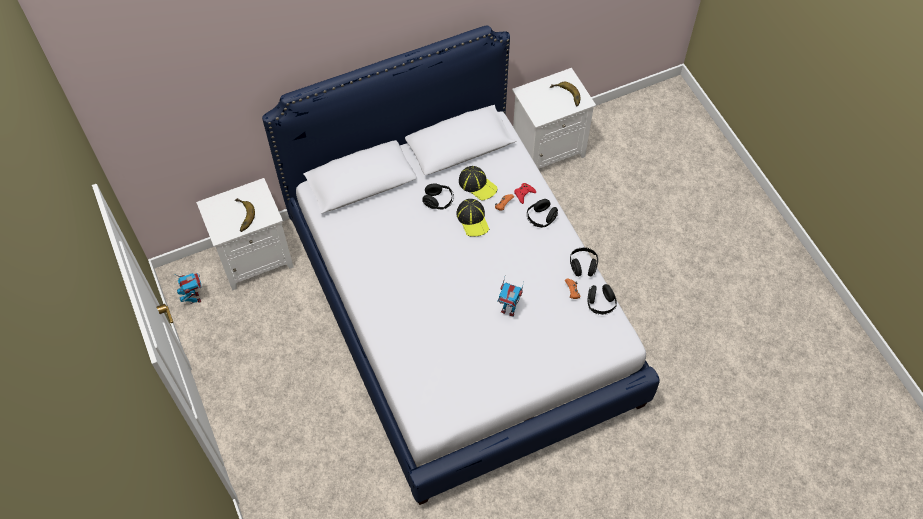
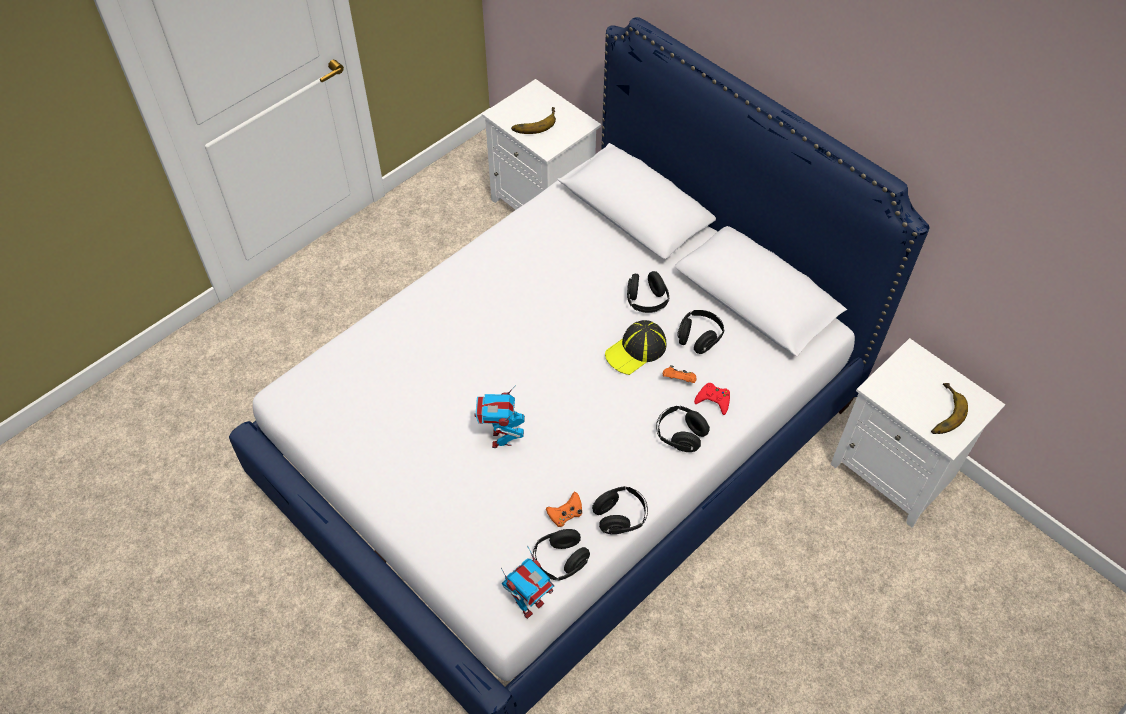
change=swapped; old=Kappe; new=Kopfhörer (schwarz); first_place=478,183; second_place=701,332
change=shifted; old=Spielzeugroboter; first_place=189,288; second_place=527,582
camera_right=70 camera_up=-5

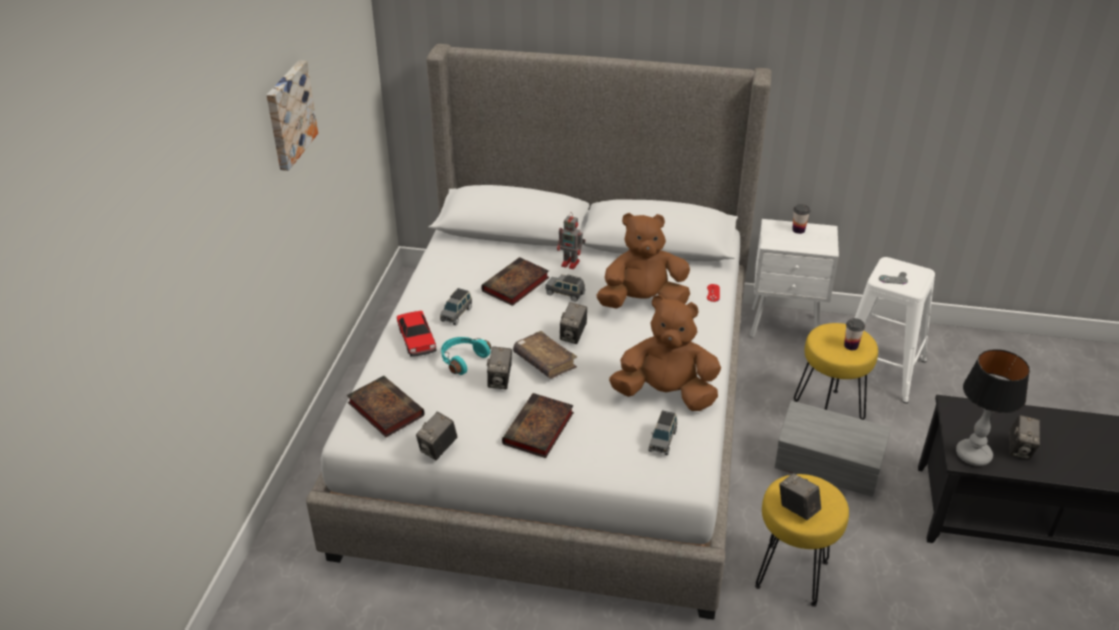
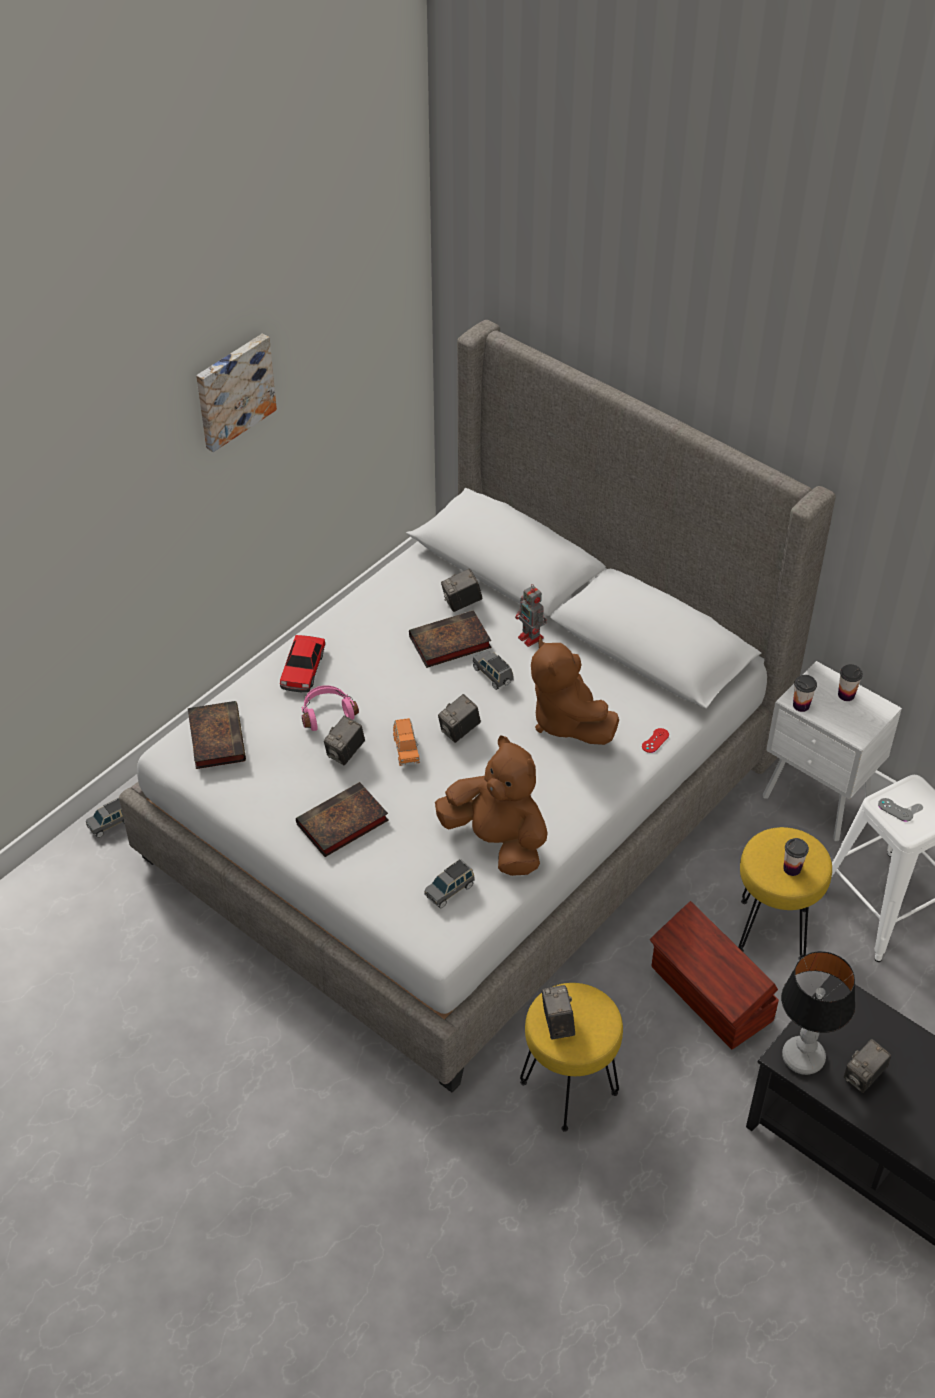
change=rotated; old=Plüschtier (braun); first_place=643,261; second_place=575,690; degrees=-135
change=shifted; old=Spielzeugauto (grau); first_place=456,306; second_place=105,818
change=swapped; old=Buch (braun); new=Spielzeugauto (orange); first_place=545,355; second_place=406,742
change=repainted; old=Kopfhörer (türkis); new=Kopfhörer (rosa); first_place=466,356; second_place=330,708
change=repainted; old=Aufbewahrungsbox (grau); new=Aufbewahrungsbox (braun); first_place=833,449; second_place=714,975
change=shifted; old=Kamera; first_place=436,435; second_place=461,590
change=new; new=Tasse; second_place=805,693
camera_right=30 camera_up=10

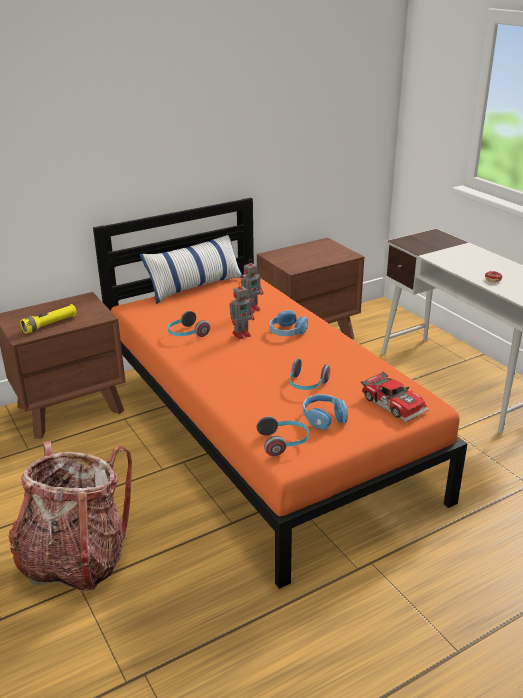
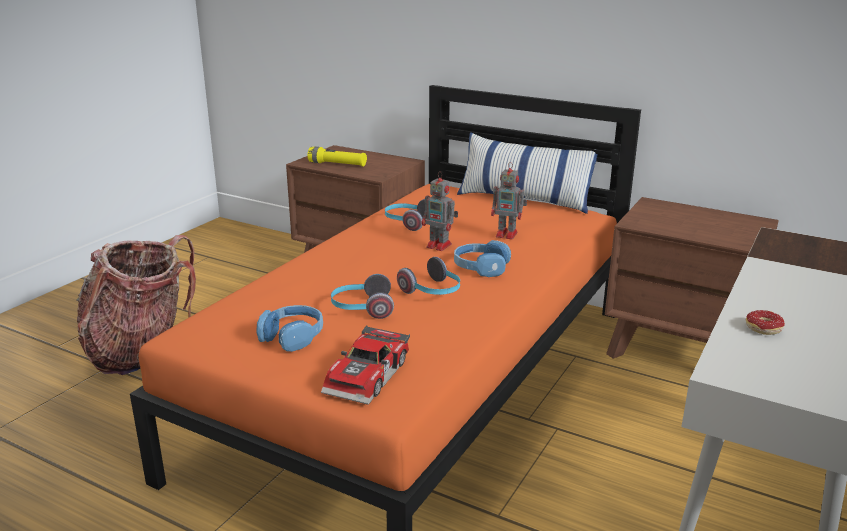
change=shifted; old=Kopfhörer; first_place=283,436; second_place=428,276
camera_right=60 camera_up=-5

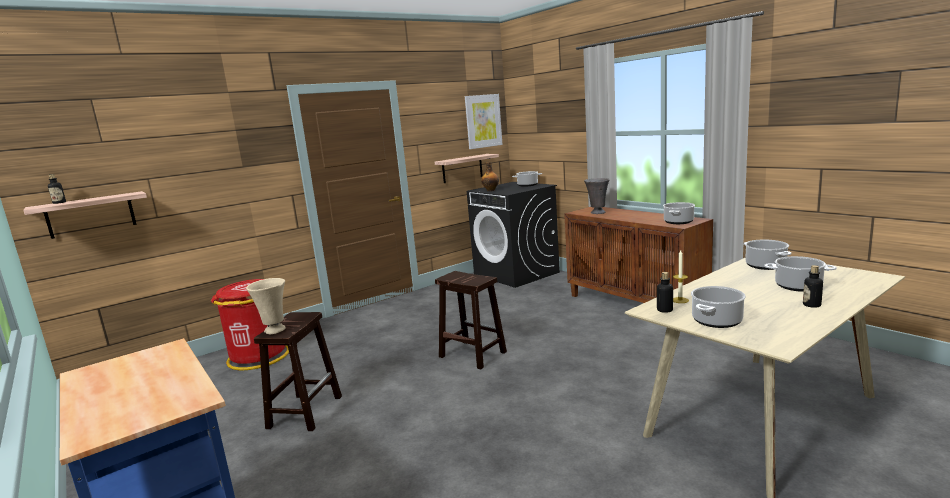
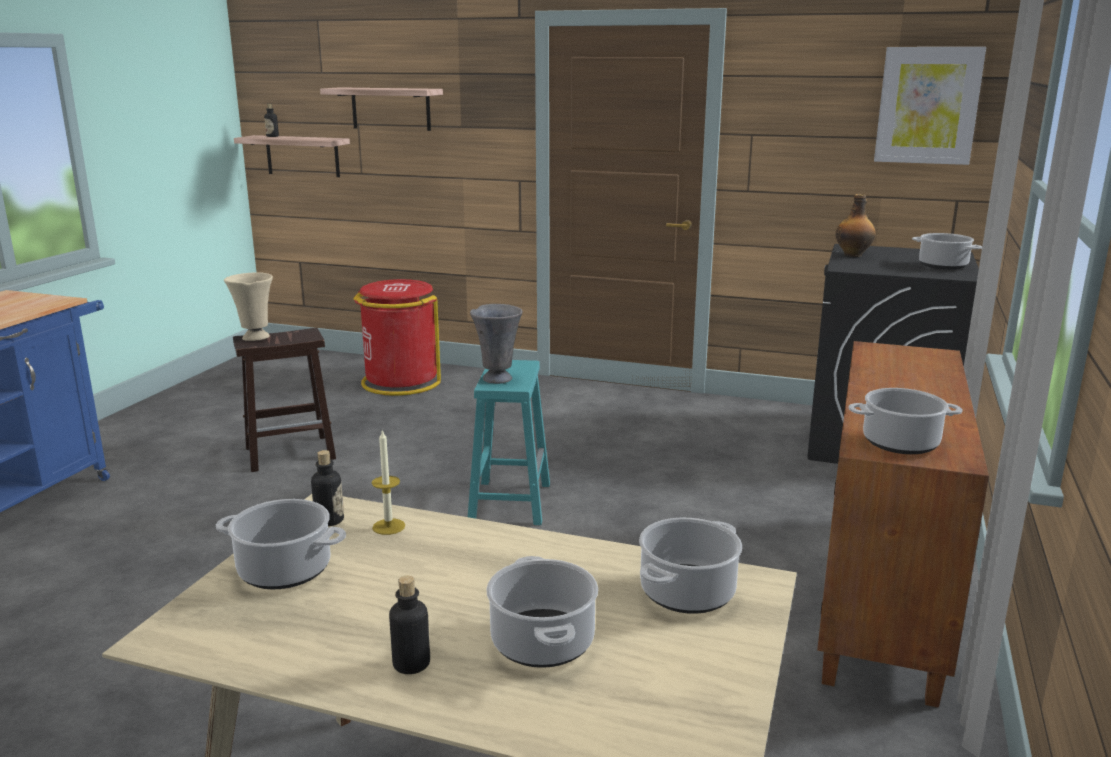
change=shifted; old=Wandregal; first_place=467,168; second_place=381,109
change=shifted; old=Vase (grau); first_place=597,196; second_place=496,344
change=repainted; old=Hocker (braun); new=Hocker (türkis); first_place=471,320; second_place=509,442
camera_right=55 camera_up=5

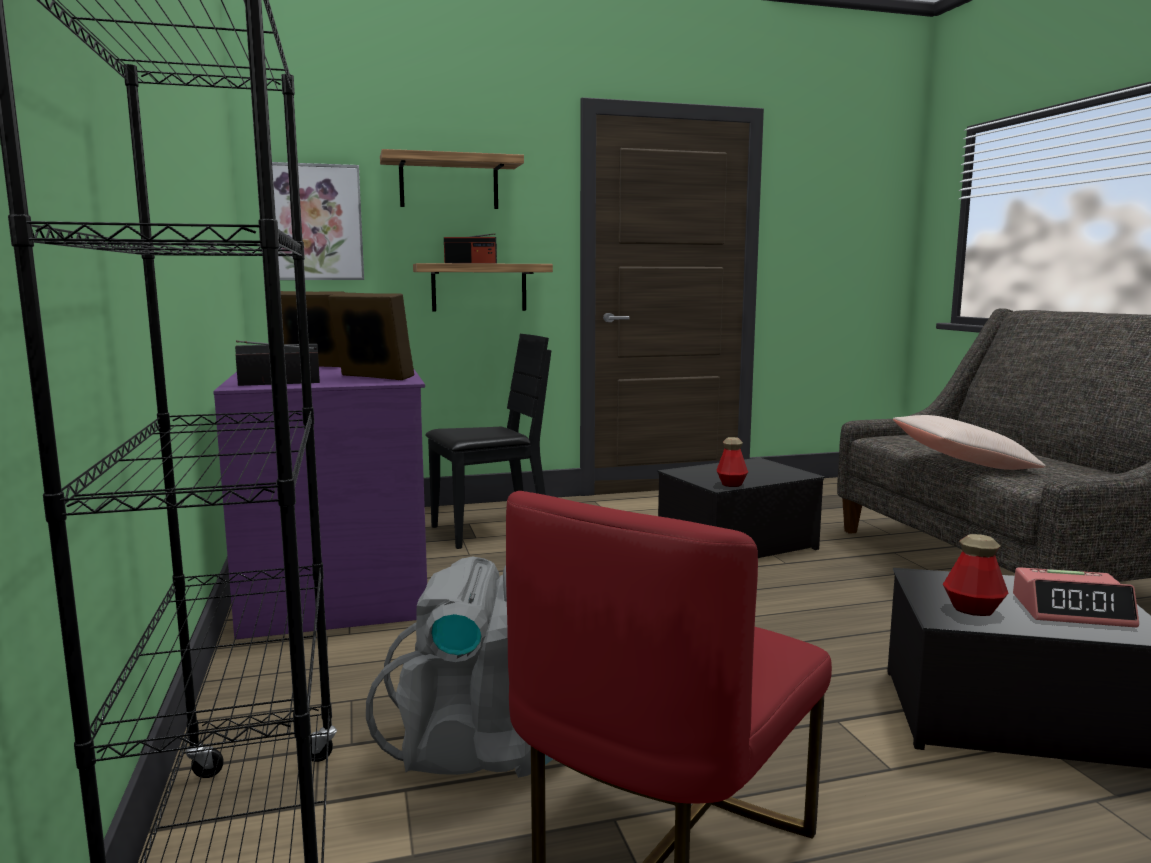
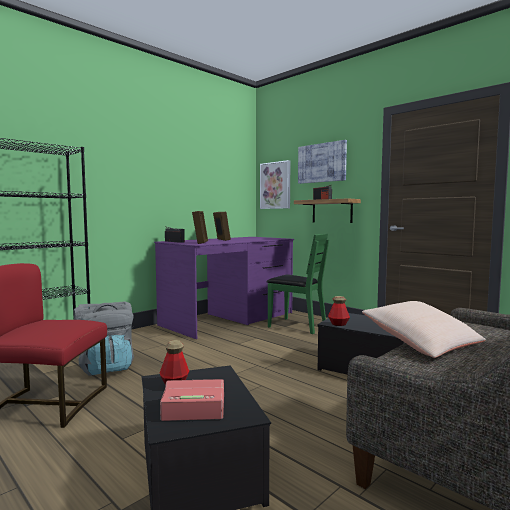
change=swapped; old=Wandregal; new=Bild; first_place=452,179; second_place=322,162
change=repainted; old=Stuhl (schwarz); new=Stuhl (grün); first_place=488,441; second_place=298,284
change=rotated; old=Wecker; first_place=1076,597; second_place=192,400; degrees=105
camera_right=60 camera_up=-5

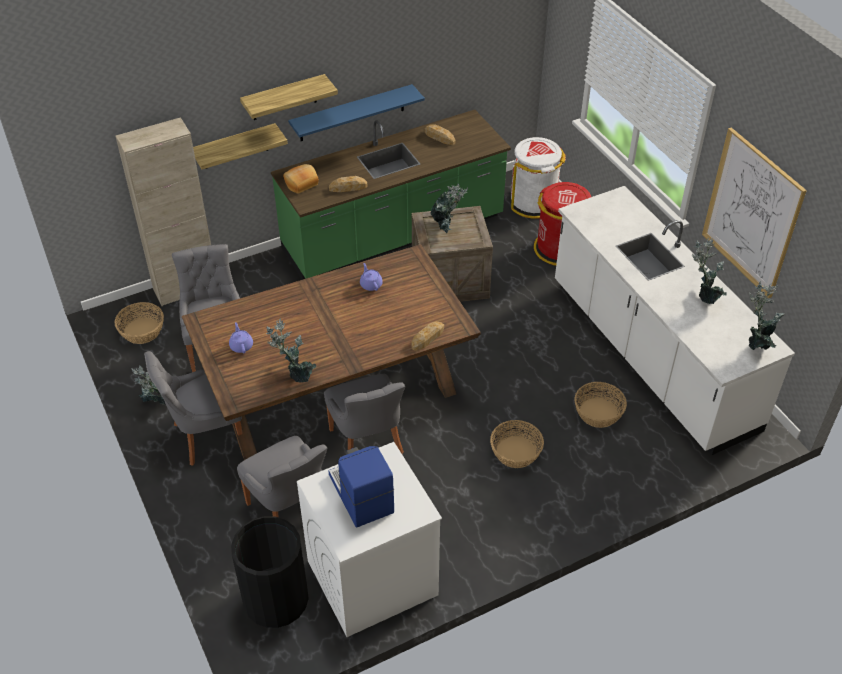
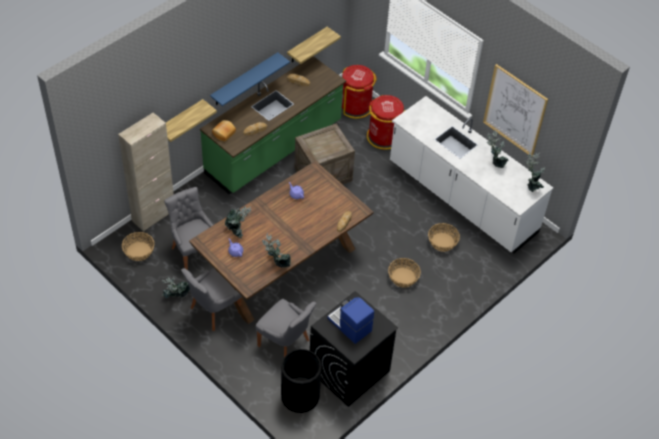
change=shifted; old=Wandregal; first_place=289,97; second_place=314,45
change=repainted; old=Mülleimer (weiß); new=Mülleimer (rot); first_place=538,178; second_place=359,92
change=shifted; old=Topfpflanze; first_place=449,209; second_place=238,222
change=gone; old=Stuhl (grau); first_place=364,414
change=repainted; old=Waschmaschine (weiß); new=Waschmaschine (schwarz); first_place=369,539; second_place=354,349
camera_right=-20 camera_up=5

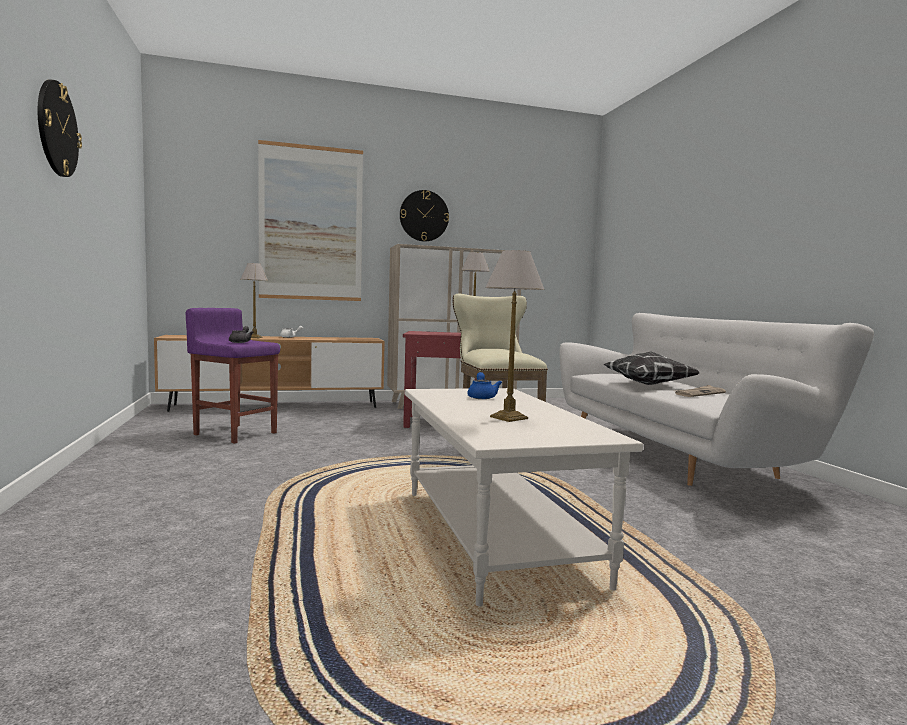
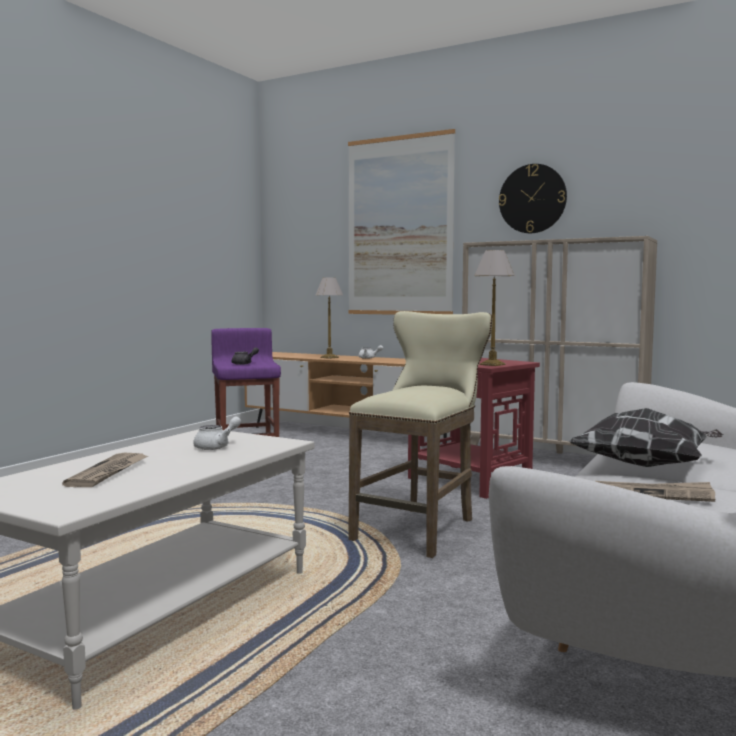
change=gone; old=Wanduhr; first_place=60,128
change=swapped; old=Tischlampe; new=Zeitung; first_place=514,336; second_place=105,470
change=repainted; old=Teekanne (blau); new=Teekanne (weiß); first_place=484,385; second_place=217,433
camera_right=45 camera_up=0

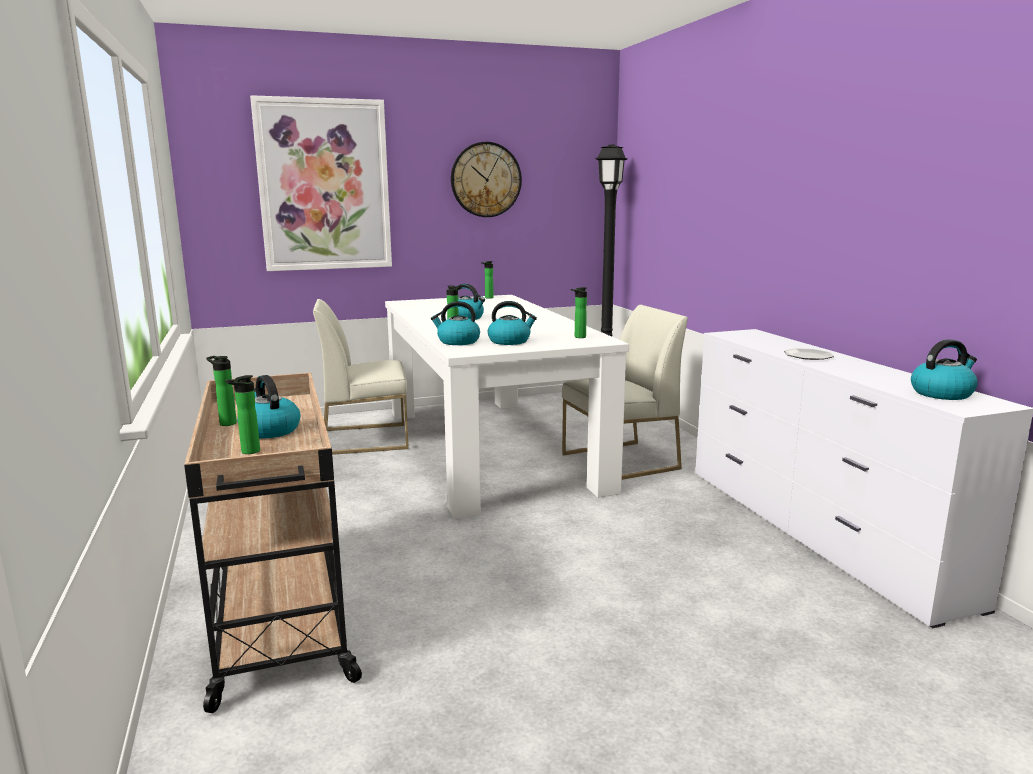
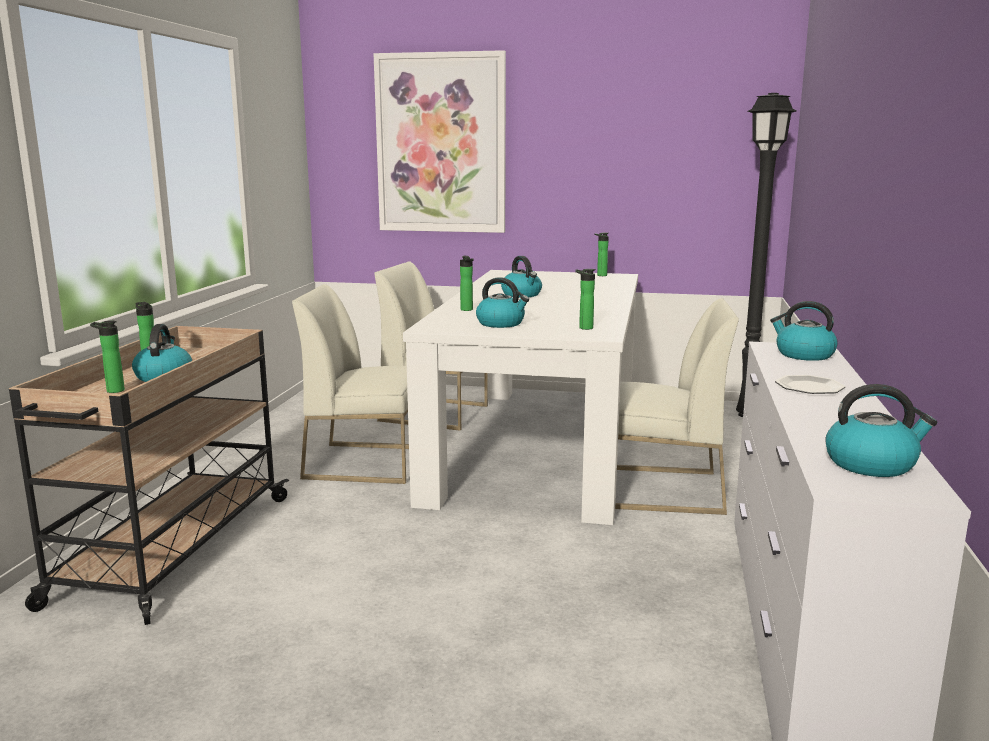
change=gone; old=Wanduhr; first_place=486,179
change=shifted; old=Wasserkessel; first_place=455,323; second_place=804,331
change=new; new=Stuhl (weiß); second_place=350,384
camera_right=30 camera_up=0

